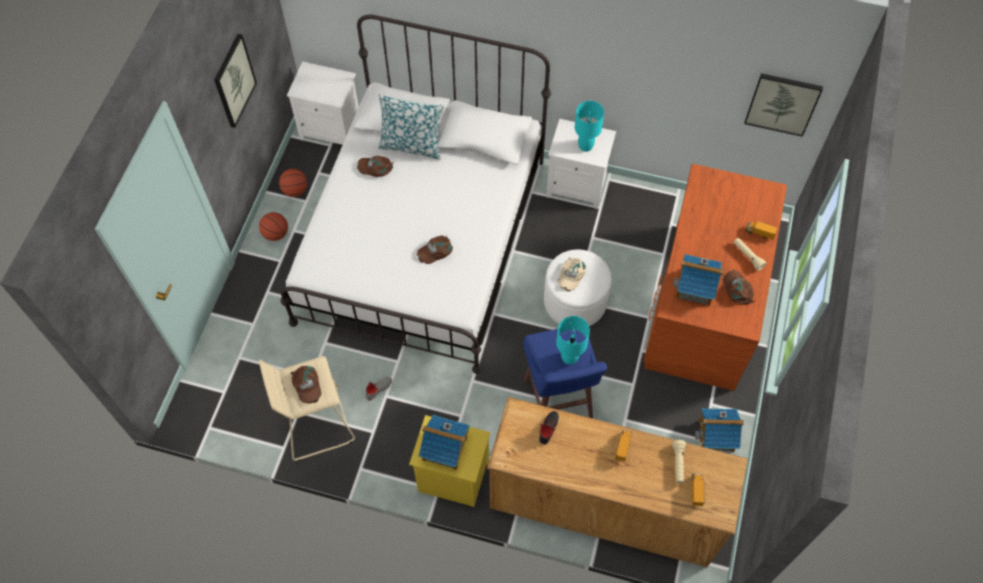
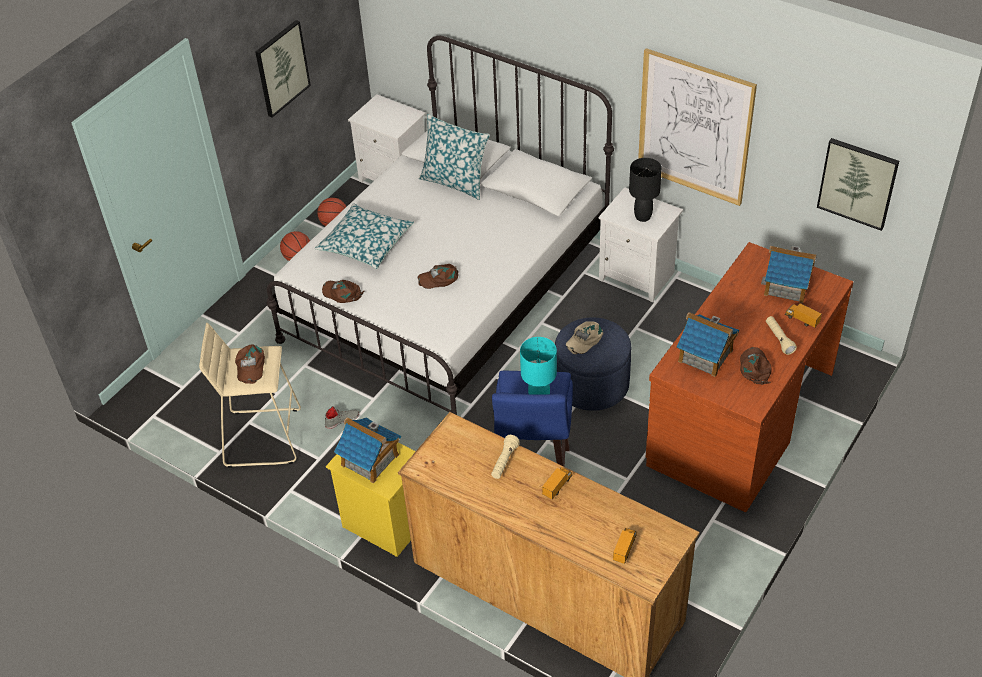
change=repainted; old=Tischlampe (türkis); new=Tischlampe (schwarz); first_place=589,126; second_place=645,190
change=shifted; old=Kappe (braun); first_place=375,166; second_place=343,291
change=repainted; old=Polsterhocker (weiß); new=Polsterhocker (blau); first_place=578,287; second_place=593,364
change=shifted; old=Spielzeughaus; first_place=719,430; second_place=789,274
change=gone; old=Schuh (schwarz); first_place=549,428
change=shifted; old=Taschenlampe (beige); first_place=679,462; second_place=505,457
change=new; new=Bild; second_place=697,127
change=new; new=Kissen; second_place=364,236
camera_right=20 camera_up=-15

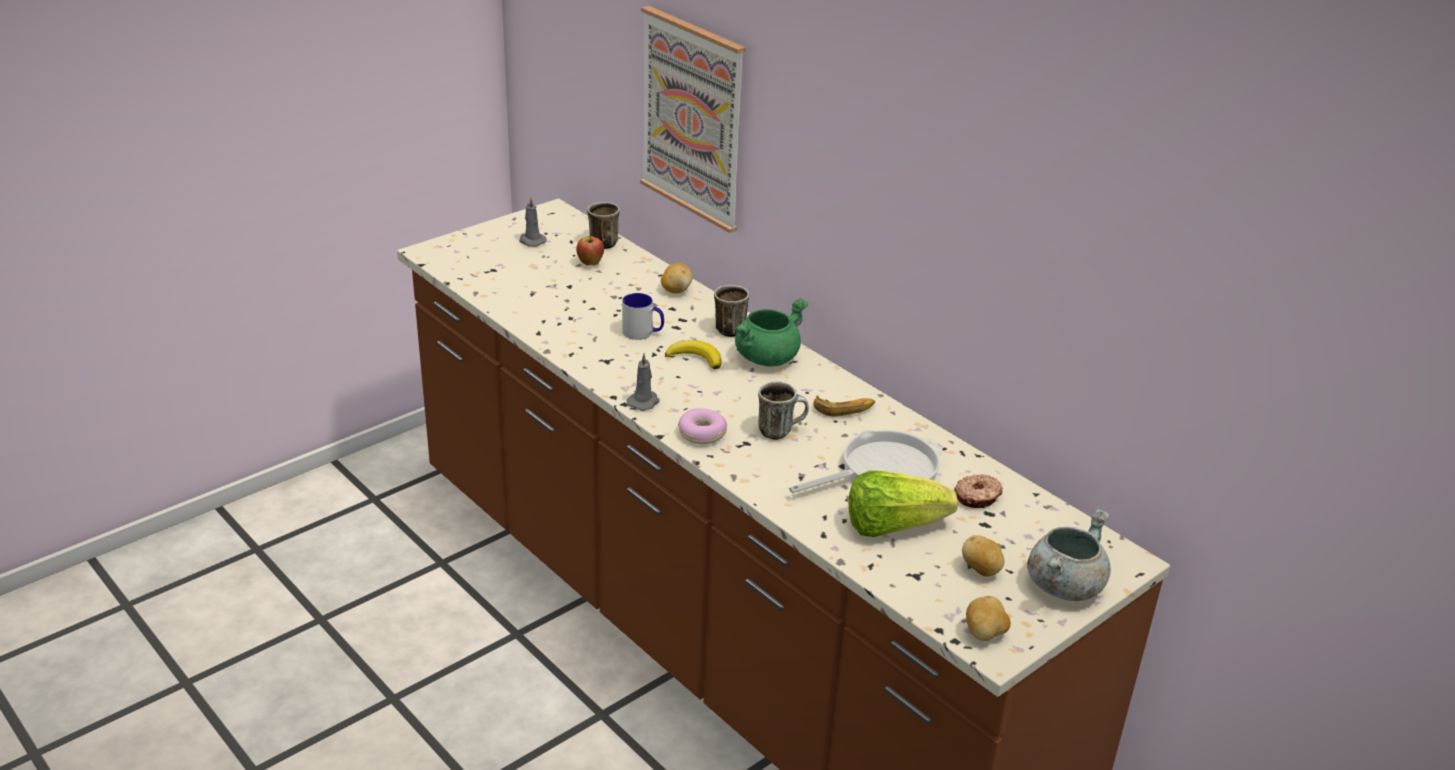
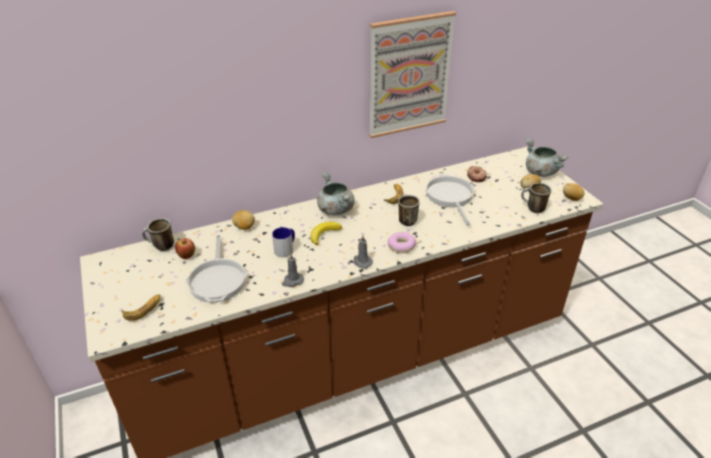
change=shifted; old=Bild; first_place=693,119; second_place=412,74
change=shifted; old=Kerze (grau); first_place=533,222; second_place=293,270
change=shifted; old=Henkelbecher; first_place=731,311; second_place=536,198
change=repainted; old=Kochtopf (grün); new=Kochtopf (grau); first_place=771,332; second_place=336,193
change=gone; old=Salatkopf; first_place=903,503
change=new; new=Pfanne; second_place=216,268
change=new; new=Banane; second_place=141,307
camera_right=-70 camera_up=5

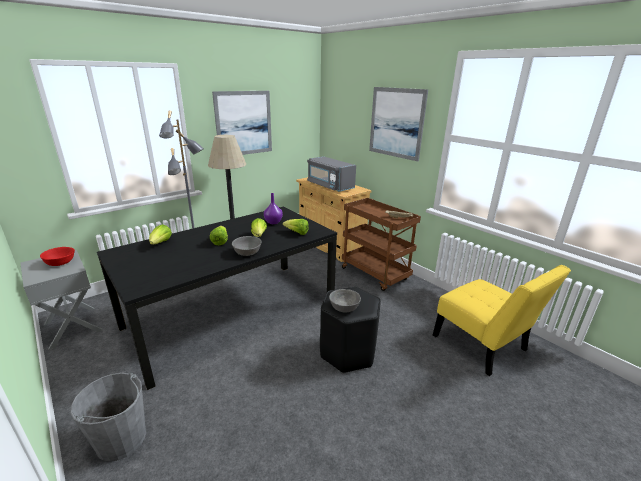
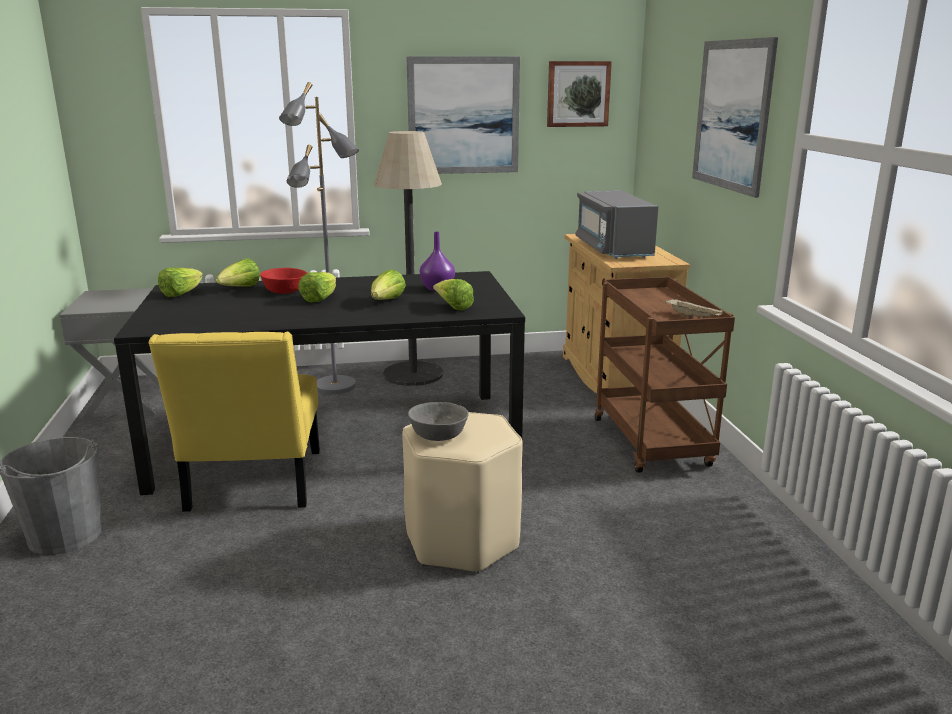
change=gone; old=Schüssel (grau); first_place=247,246
change=shifted; old=Schüssel (rot); first_place=57,256; second_place=283,281
change=shifted; old=Stuhl (gelb); first_place=502,320; second_place=234,422
change=repainted; old=Hocker (schwarz); new=Hocker (beige); first_place=350,330; second_place=462,492
change=new; new=Bild; second_place=579,94
change=new; new=Salatkopf; second_place=180,282
camera_right=30 camera_up=-5

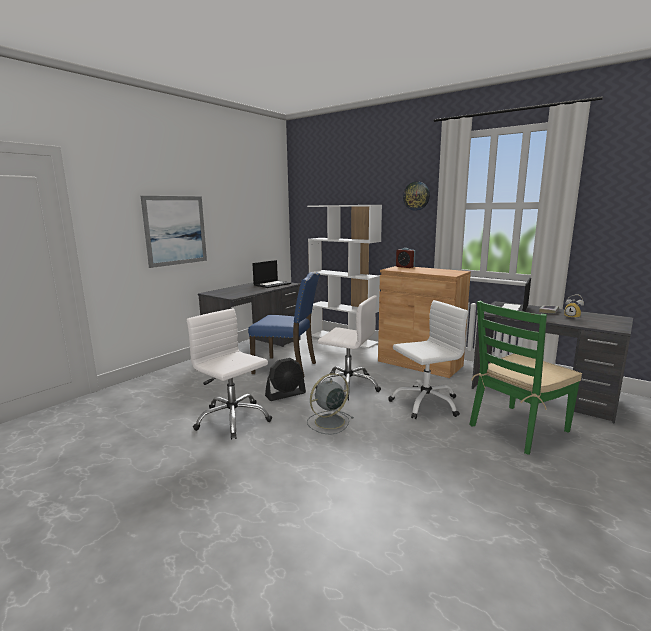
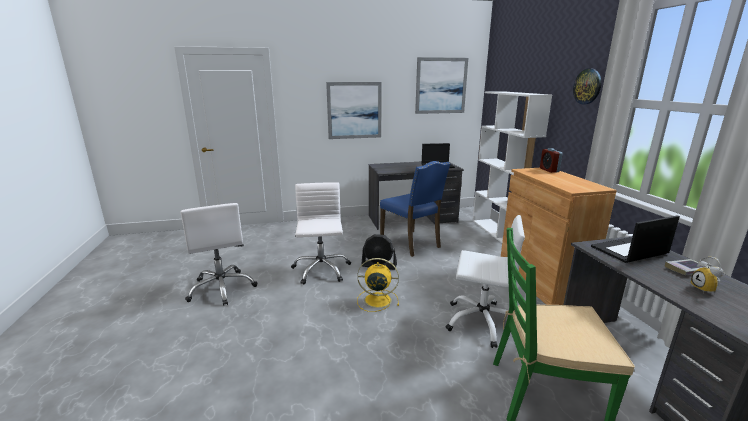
change=shifted; old=Bürostuhl (weiß); first_place=348,348; second_place=219,254
change=repainted; old=Ventilator (grau); new=Ventilator (gelb); first_place=330,403; second_place=378,285
change=new; new=Bild; second_place=441,85
camera_right=40 camera_up=5

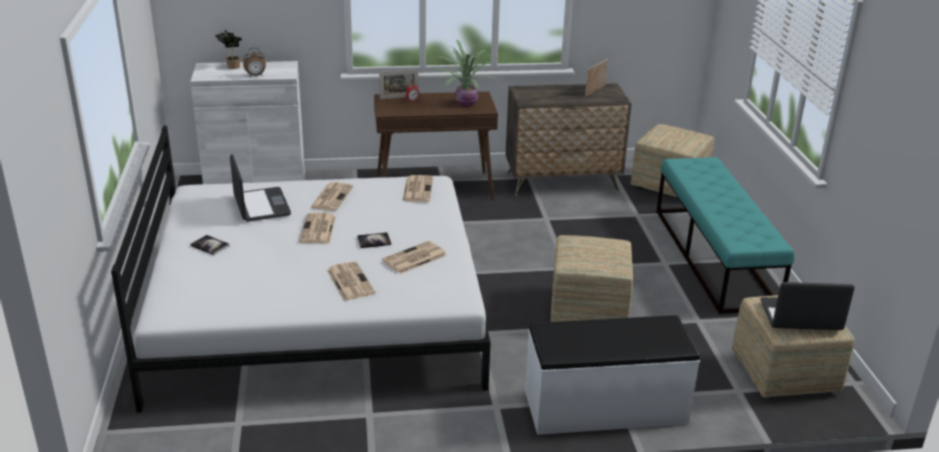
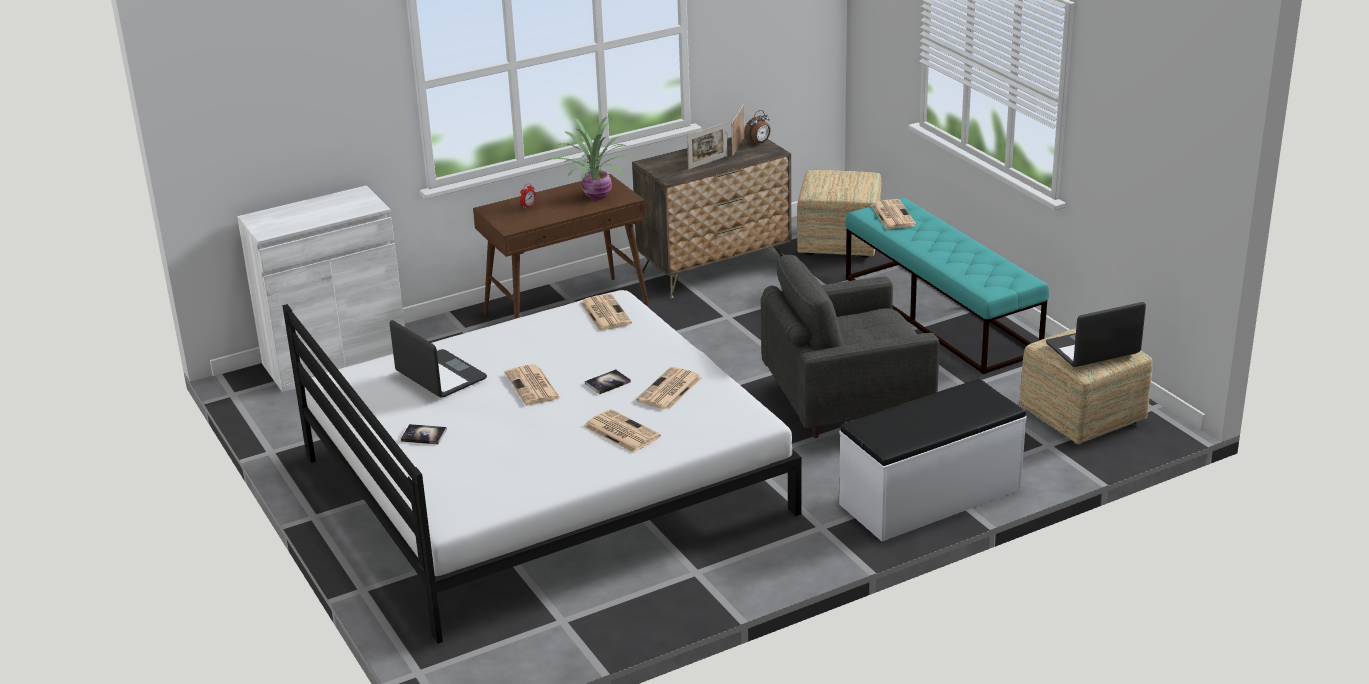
change=gone; old=Topfpflanze; first_place=229,49
change=shifted; old=Wecker; first_place=254,62; second_place=757,127
change=shifted; old=Bilderrahmen; first_place=399,84; second_place=707,146
change=shifted; old=Zeitung; first_place=331,196; second_place=893,214
change=swapped; old=Polsterhocker; new=Sessel (grau); first_place=592,278; second_place=850,346
camera_right=-20 camera_up=0

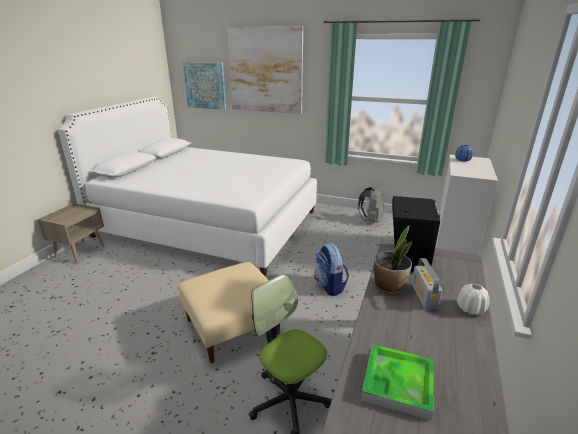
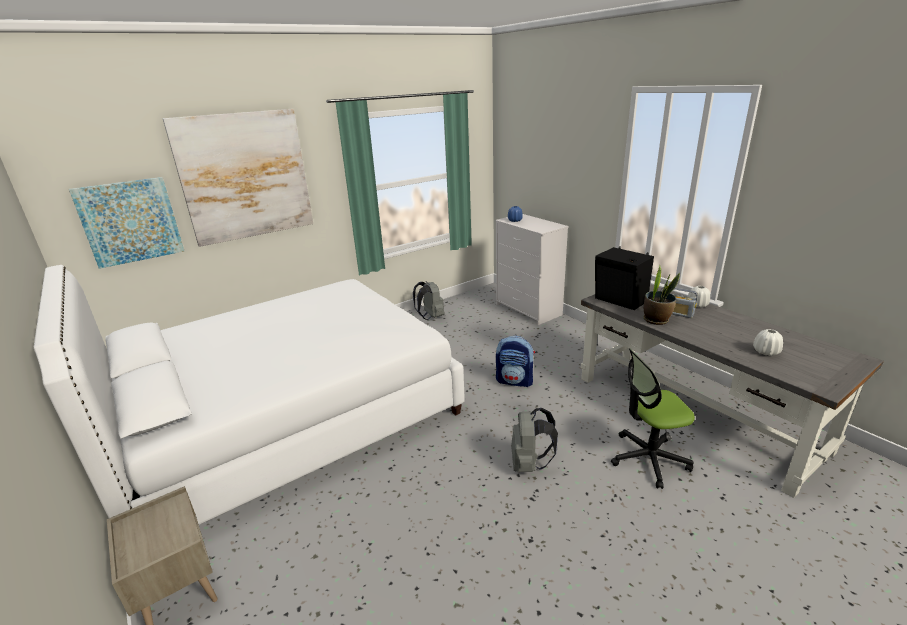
change=swapped; old=Polsterhocker (beige); new=Rucksack (grau); first_place=229,312; second_place=534,440
change=swapped; old=Tablett; new=Vase (weiß); first_place=397,382; second_place=768,342
camera_right=-55 camera_up=0

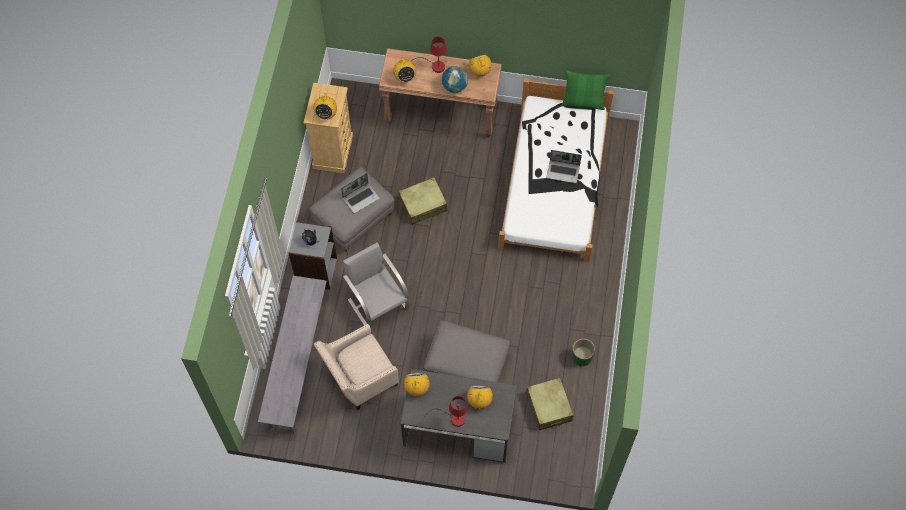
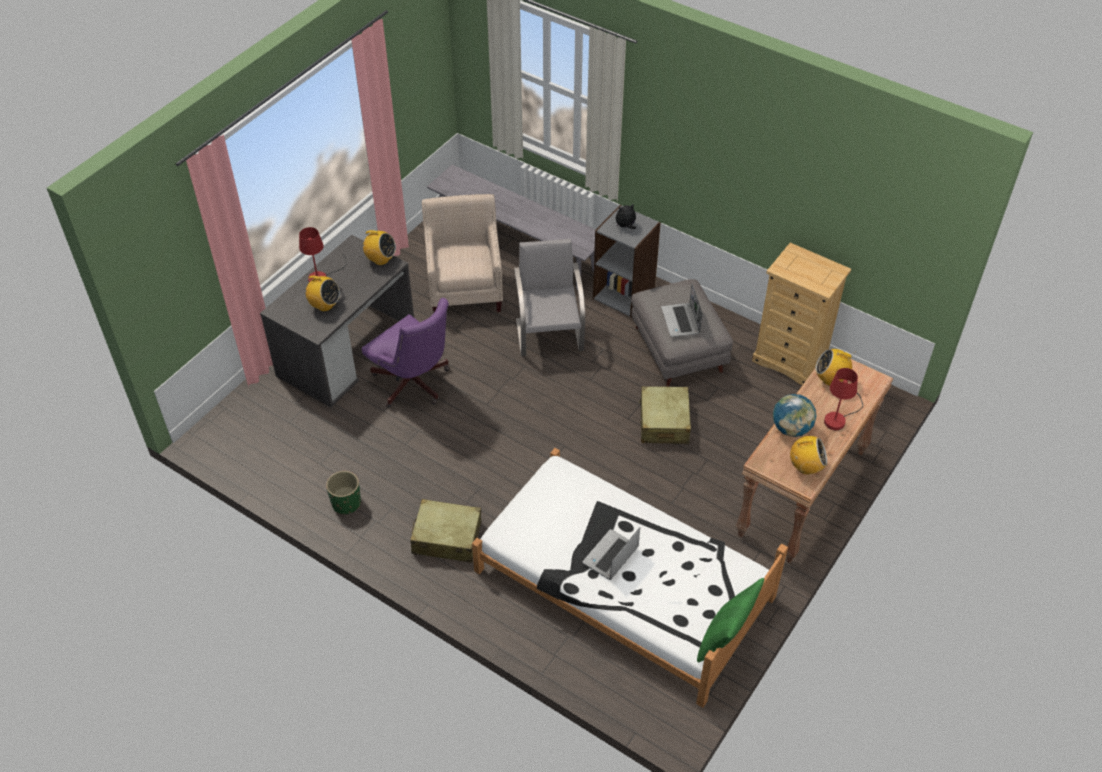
change=gone; old=Radio; first_place=325,107
change=rotated; old=Stuhl (grau); first_place=376,285; second_place=549,297; degrees=-90
change=swapped; old=Polsterhocker (grau); new=Bürostuhl (lila); first_place=467,351; second_place=405,352
change=shifted; old=Koffer (beige); first_place=550,404; second_place=445,531
camera_right=115 camera_up=-15

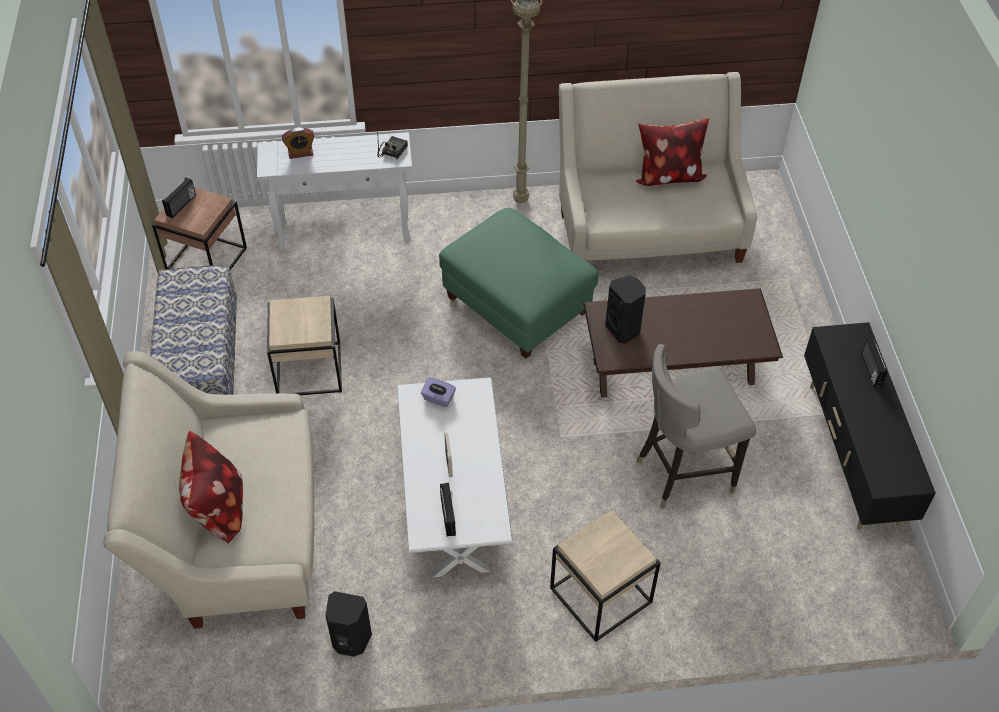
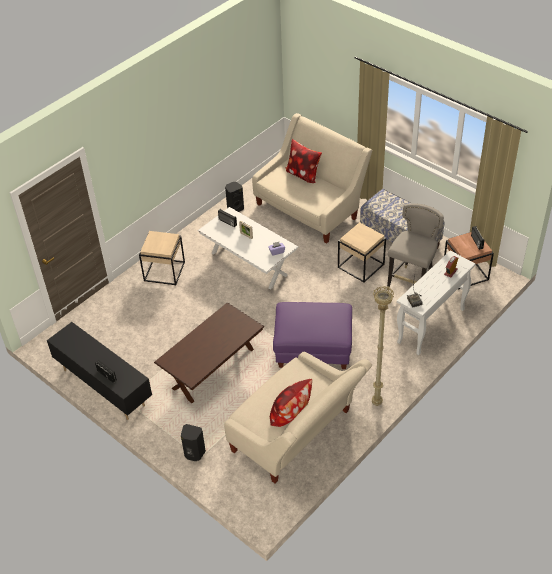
change=repainted; old=Polsterhocker (grün); new=Polsterhocker (lila); first_place=518,283; second_place=312,335
change=shifted; old=Lautsprecher (schwarz); first_place=625,309; second_place=193,442
change=shifted; old=Hocker (grau); first_place=697,426; second_place=415,246
camera_right=140 camera_up=-5

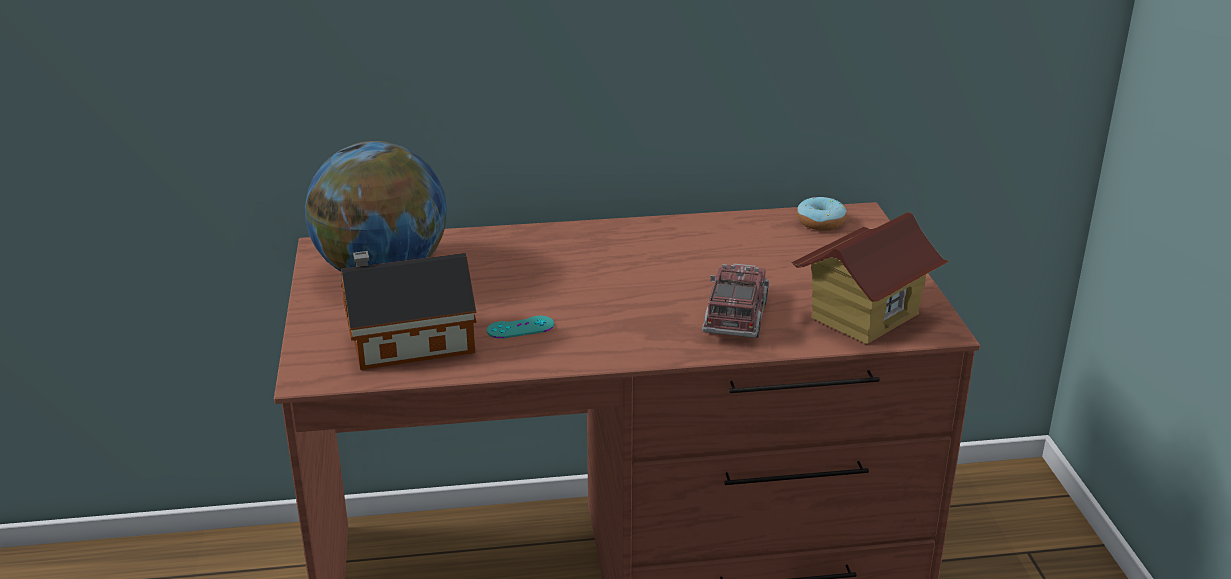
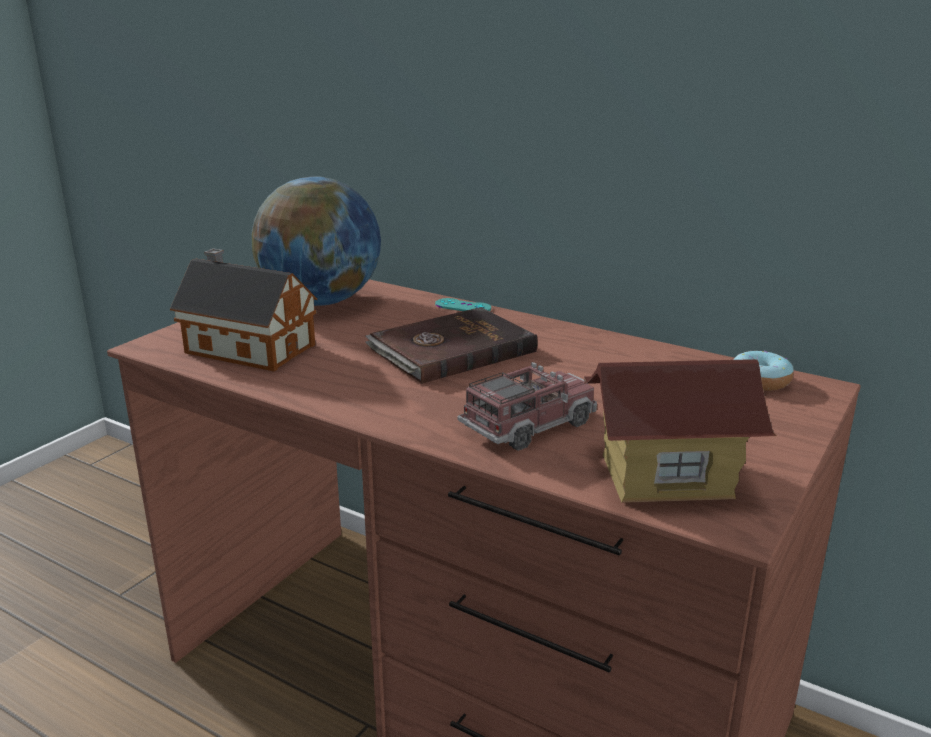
change=shifted; old=Gamepad (türkis); first_place=520,327; second_place=463,304
change=new; new=Buch (braun); second_place=451,345
camera_right=40 camera_up=-5

